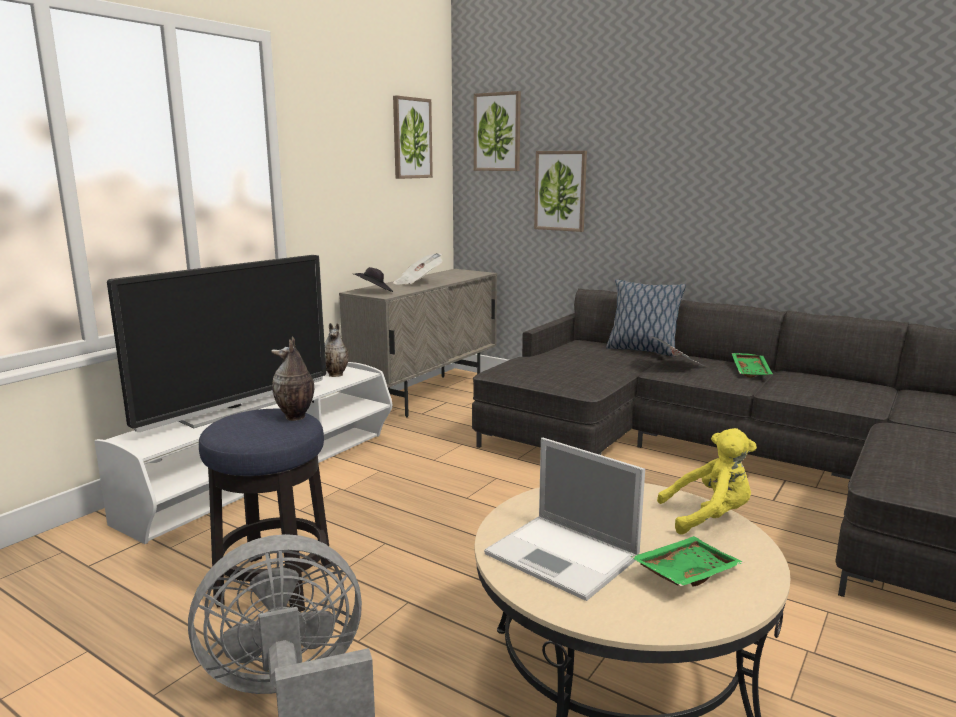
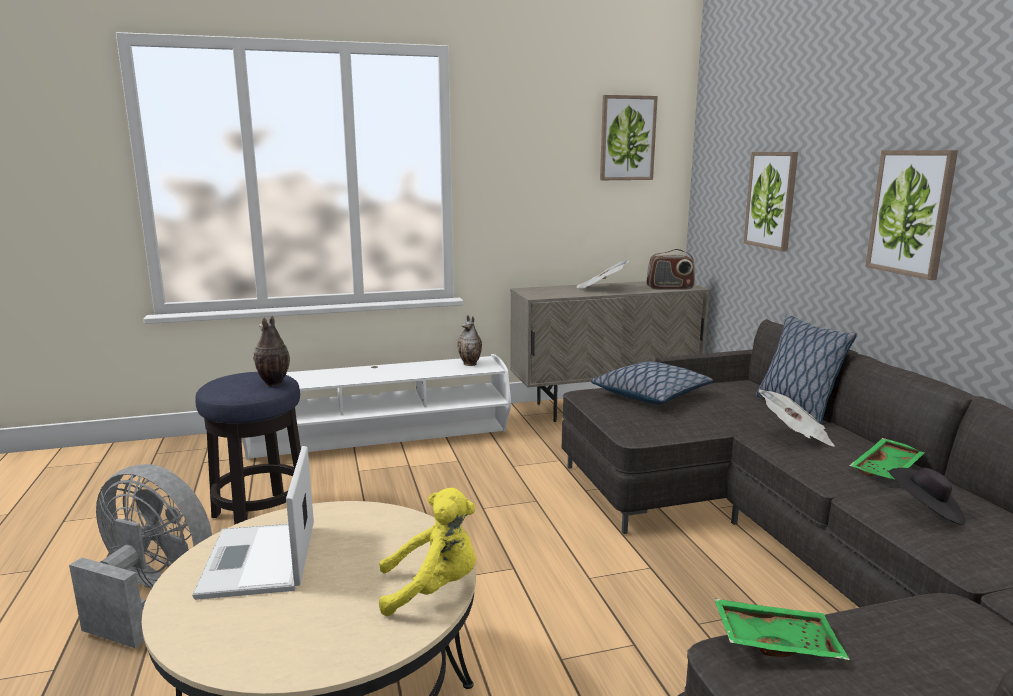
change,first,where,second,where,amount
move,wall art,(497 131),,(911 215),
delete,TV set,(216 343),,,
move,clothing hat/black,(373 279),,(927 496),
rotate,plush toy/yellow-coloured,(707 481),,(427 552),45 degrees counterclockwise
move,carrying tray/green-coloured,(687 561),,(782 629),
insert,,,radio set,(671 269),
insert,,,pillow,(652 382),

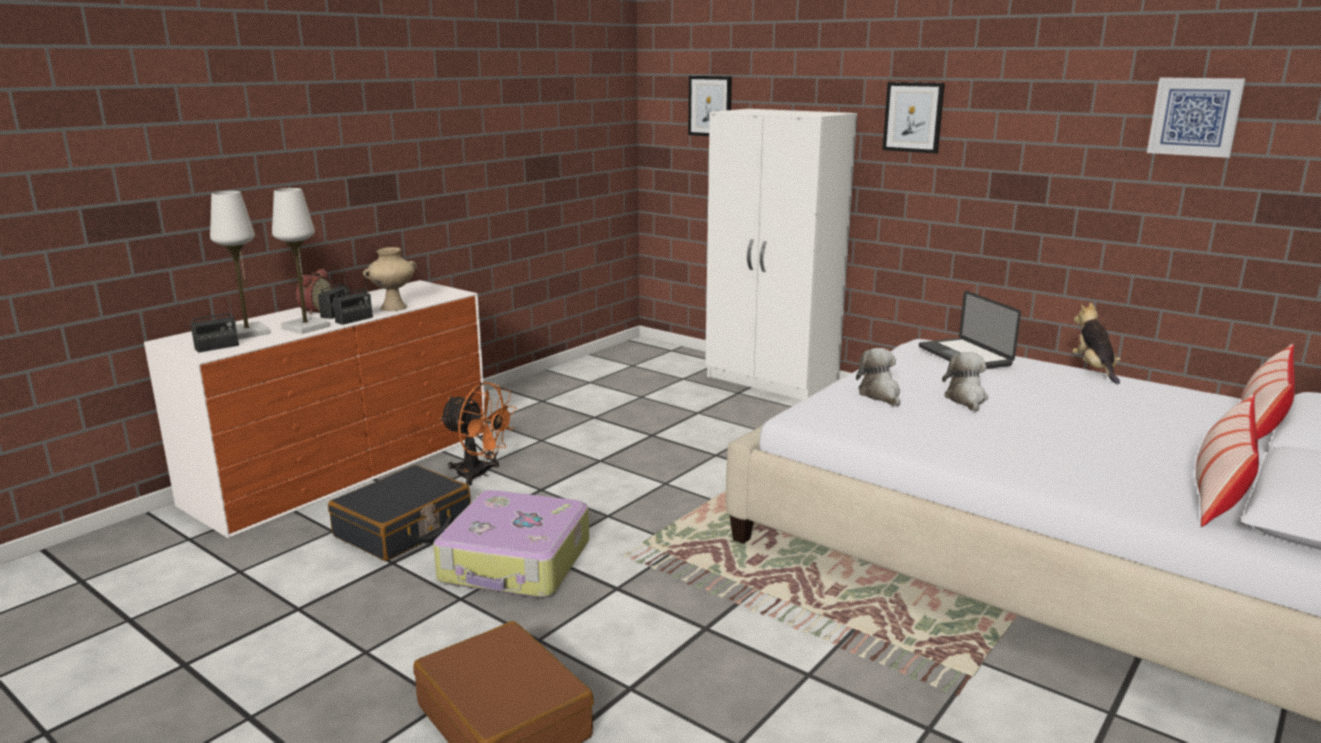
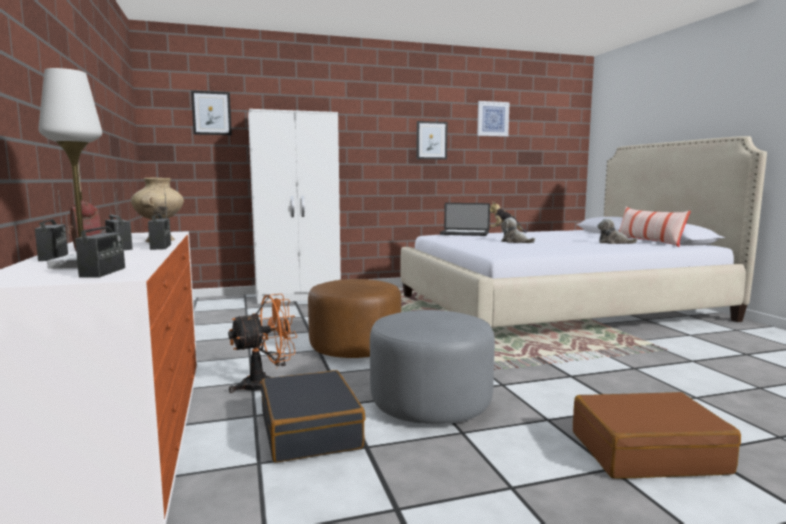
change,first,where,second,where,amount
move,wall art,(913 118),,(432 140),
delete,table lamp/whitish,(301 261),,,
delete,pillow,(1268 391),,,
move,plush toy,(878 377),,(617 231),
replace,travel case,(511 544),pouffe/grey,(432 367),
insert,,,radio set,(51 225),
insert,,,pouffe/brown,(354 318),

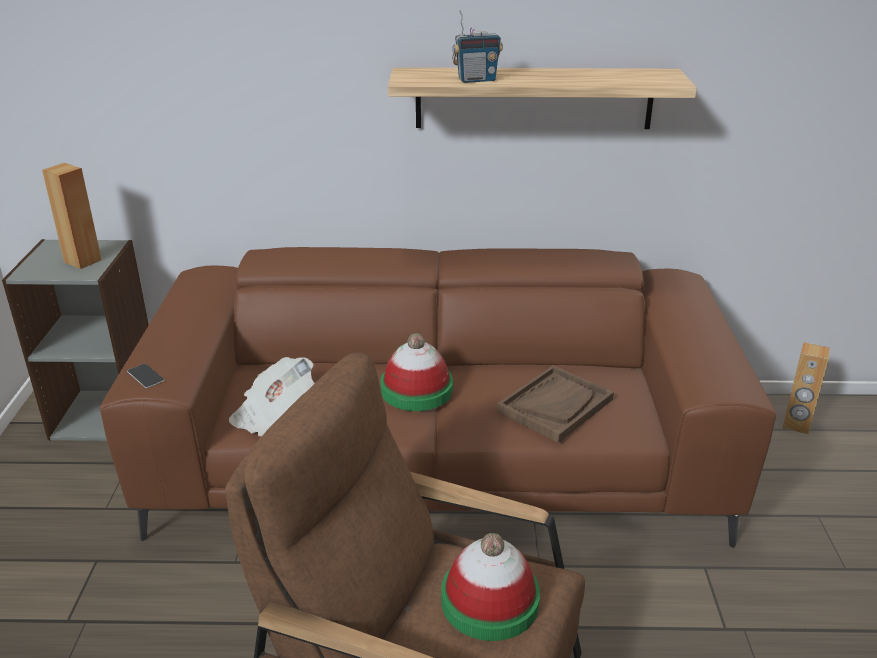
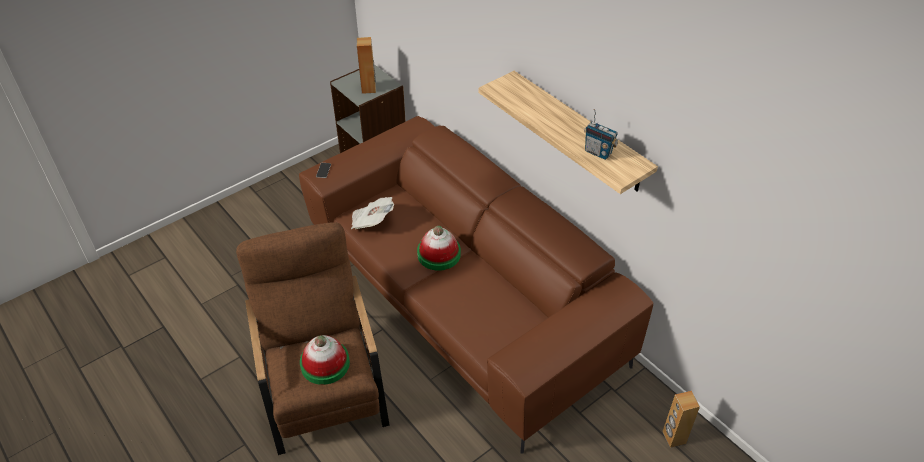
change,first,where,second,where,amount
move,radio set,(477 46),,(601 134),
delete,carrying tray/brown,(555 404),,,

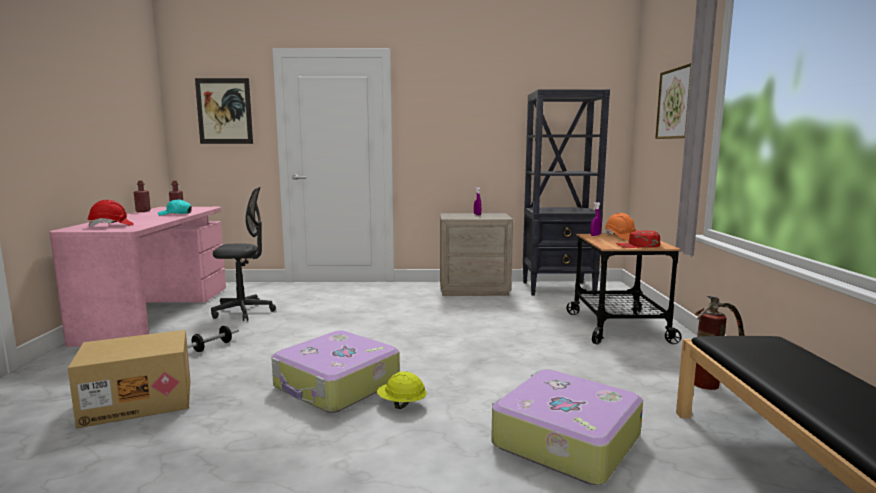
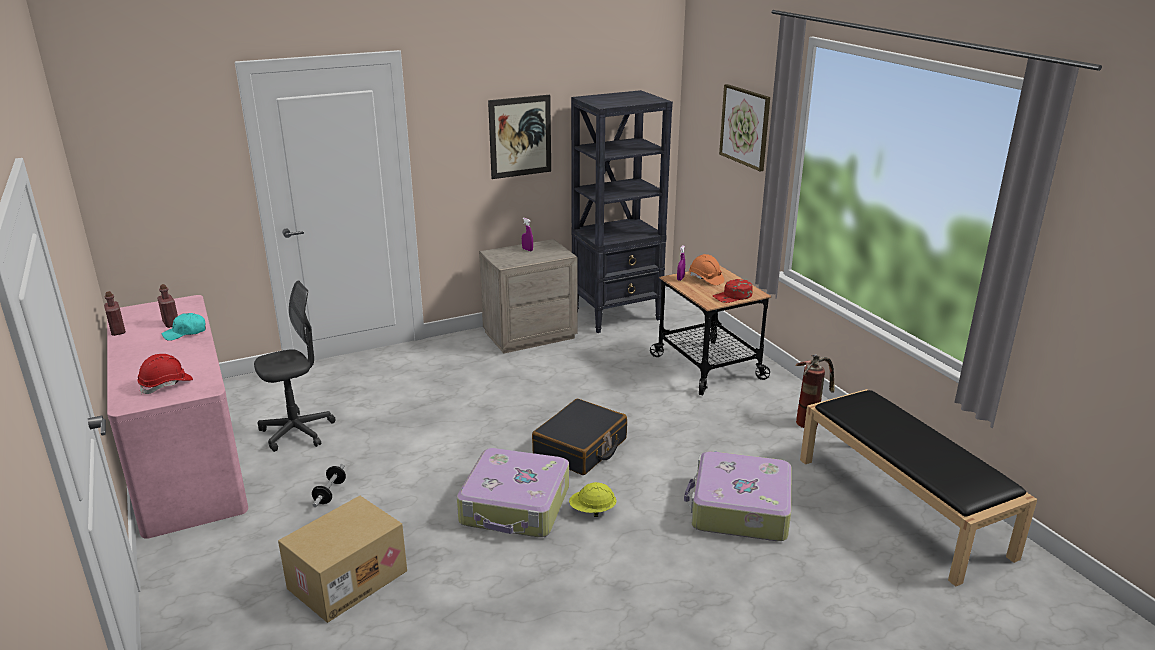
change,first,where,second,where,amount
move,wall art,(224 111),,(519 137),
insert,,,travel case/black,(579 437),

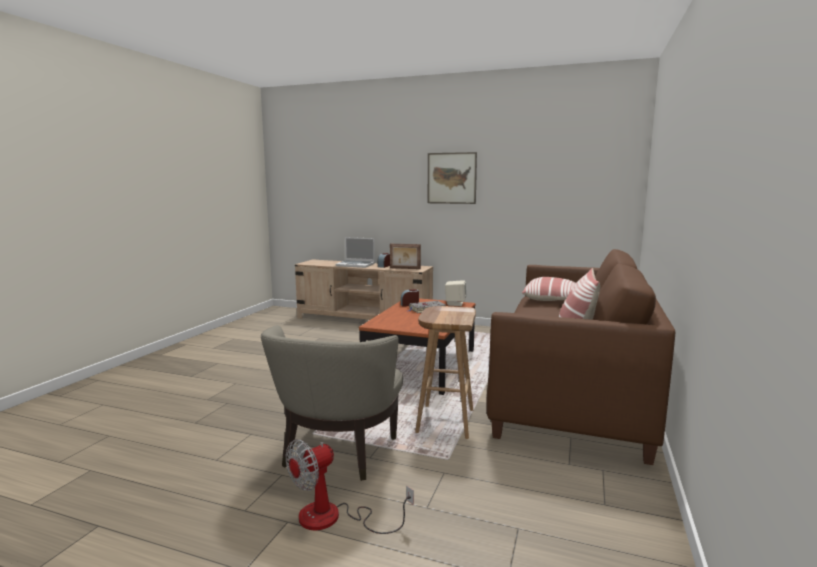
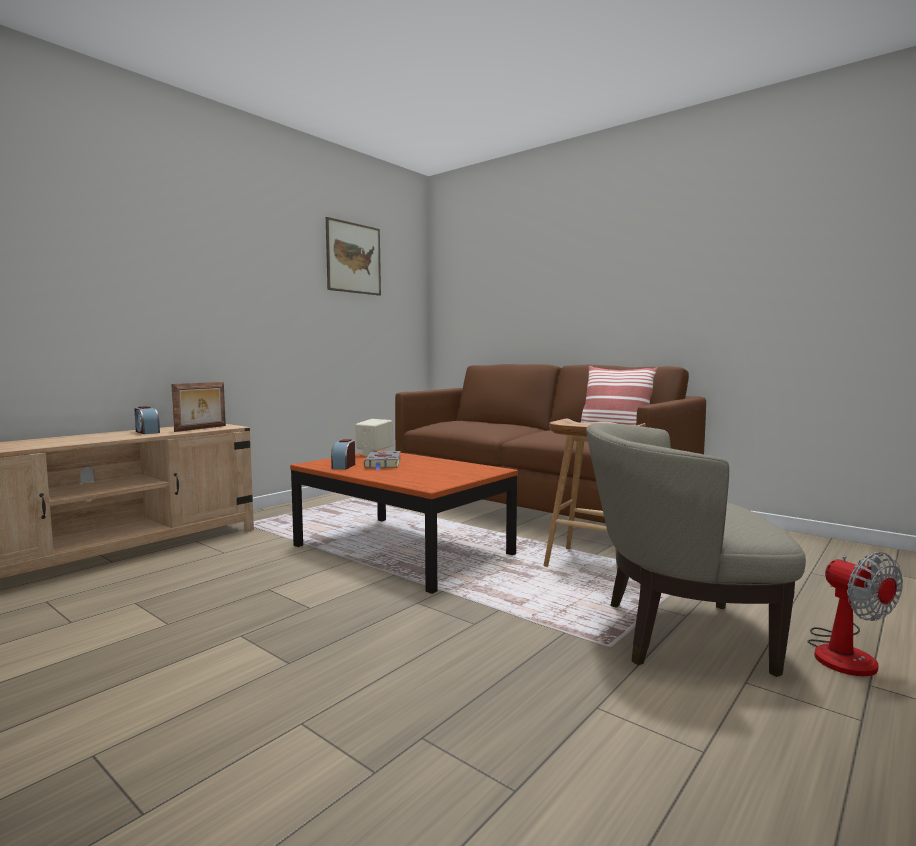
change,first,where,second,where,amount
move,wall art,(452 178),,(353 256),
delete,laptop,(355 252),,,
delete,pillow,(549 289),,,
rotate,armchair/sand-coloured,(332 403),,(696 550),150 degrees clockwise

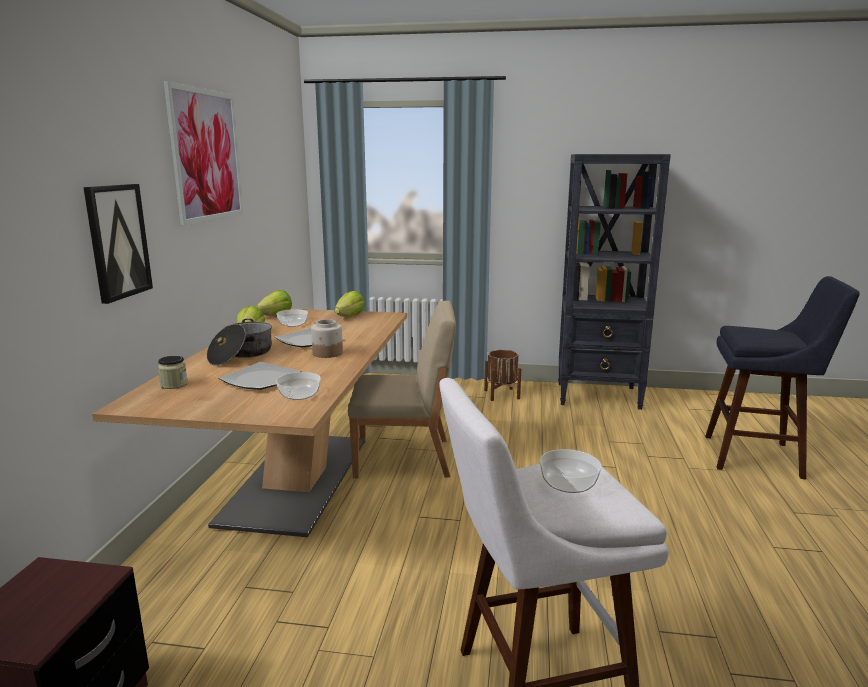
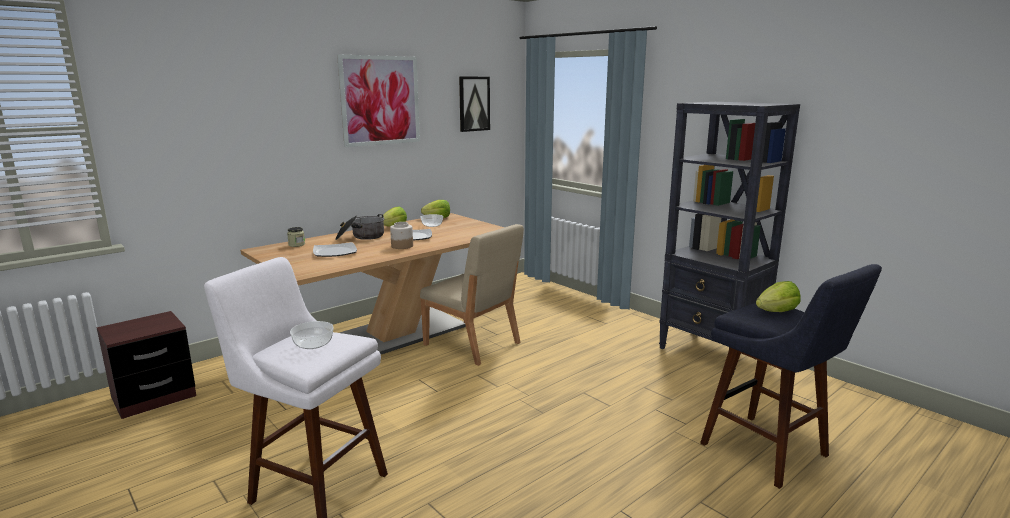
change,first,where,second,where,amount
move,wall art,(118 244),,(474 104),
move,lettuce,(350 304),,(778 296),
delete,flower pot/brown,(502 375),,,
delete,deep dish,(298 386),,,

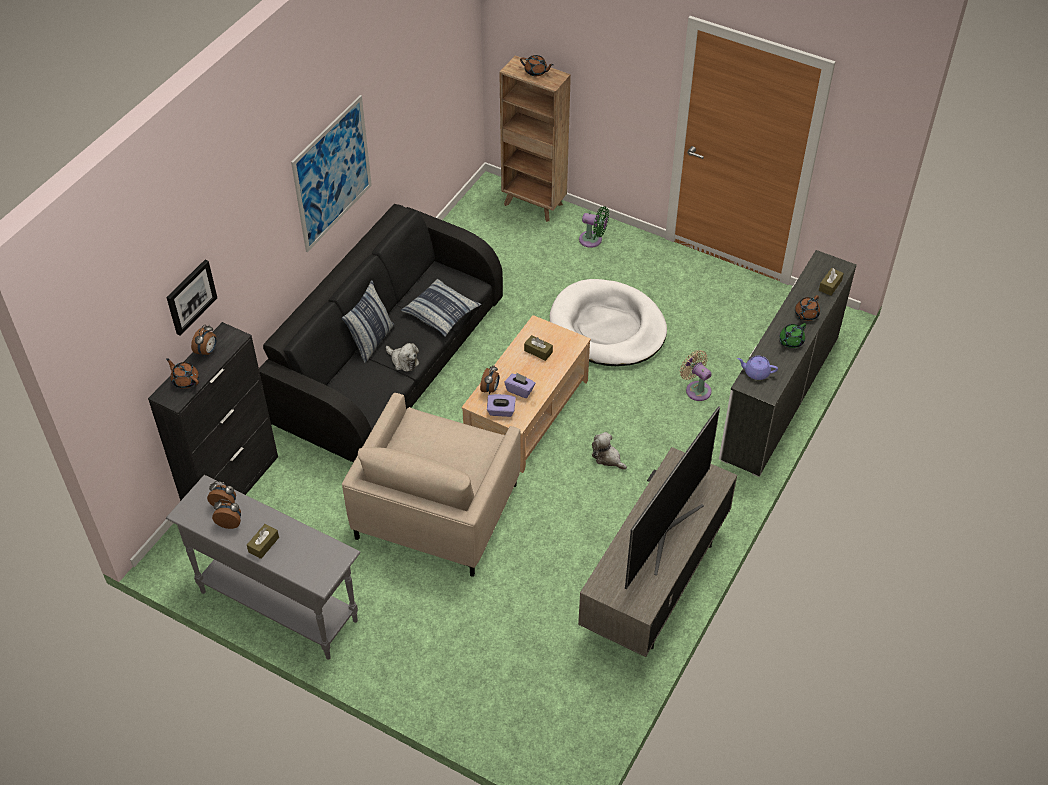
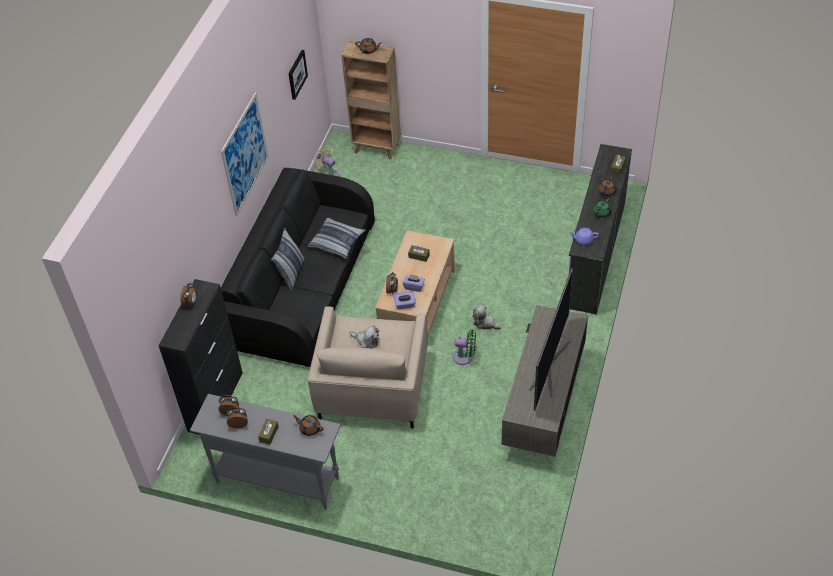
change,first,where,second,where,amount
move,cooling fan/green-coloured,(594 227),,(464 347),
move,wall art,(191 298),,(298 75),
delete,dog cushion/whitish,(608 322),,,
move,plush toy,(402 357),,(365 337),
move,cooling fan/sand-coloured,(696 375),,(326 161),
move,tea pot/brown,(182 373),,(308 425),

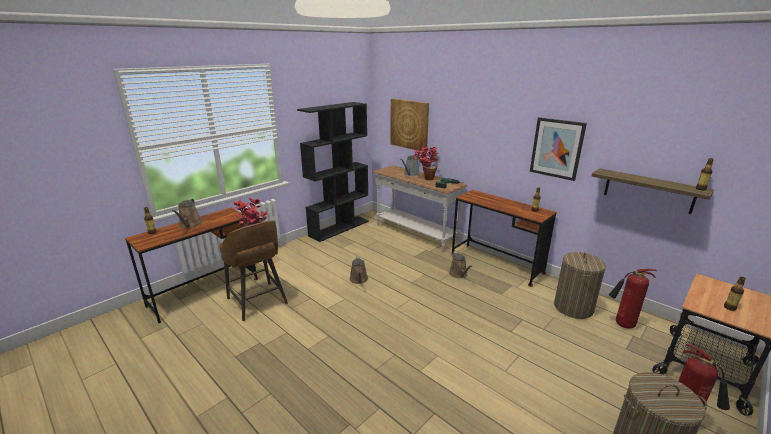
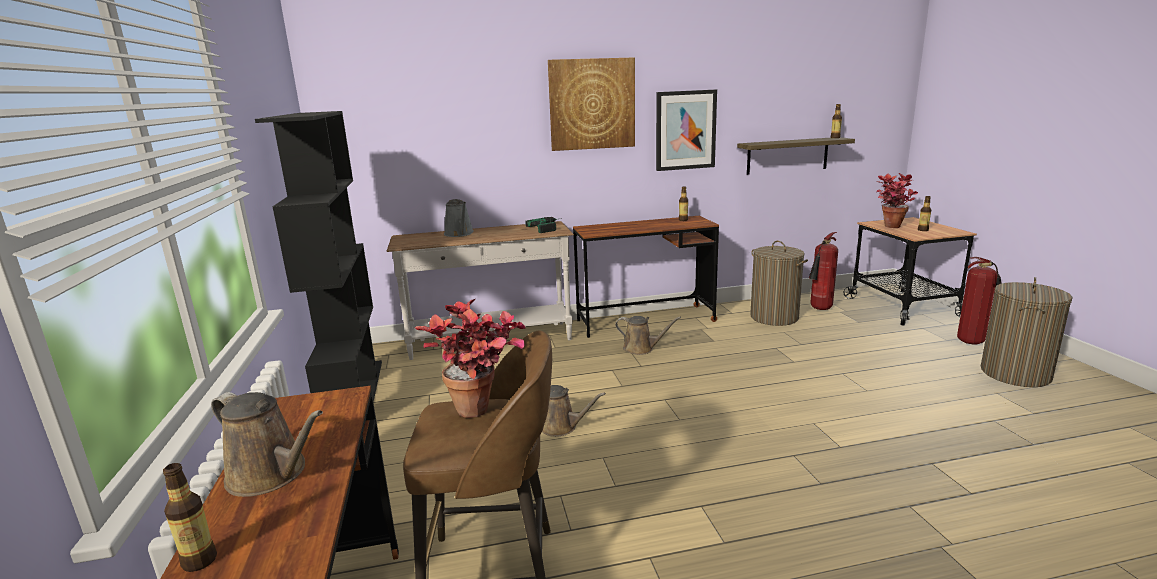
change,first,where,second,where,amount
move,wall art,(409 124),,(591 104),
move,potted plant,(426 163),,(897 200),

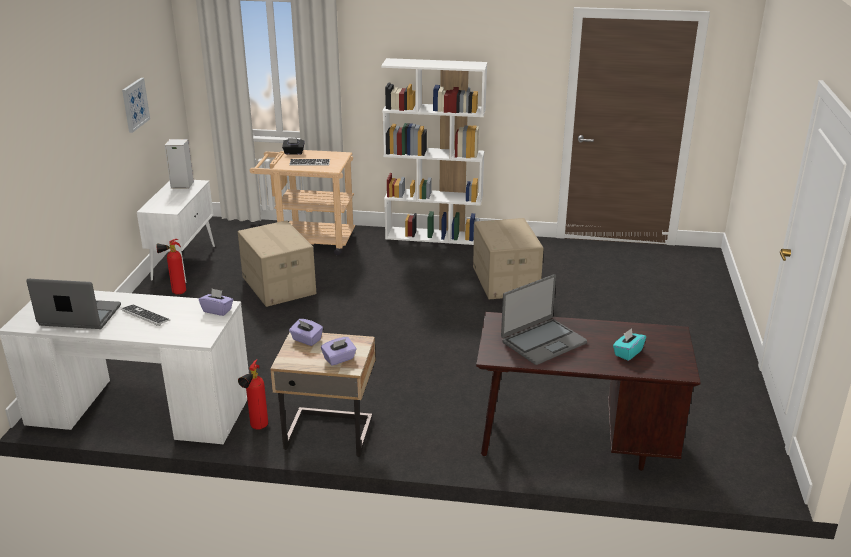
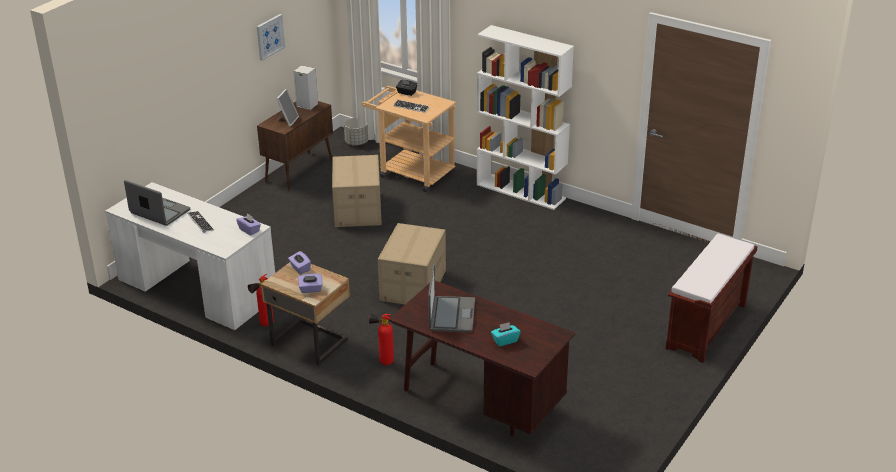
change,first,where,second,where,amount
recolor,cupboard/whitish,(176 231),cupboard/brown,(295 146),
move,cardboard box,(508 258),,(412 264),
move,fire-fighting cylinder,(171 267),,(381 339),
rotate,laptop,(544 319),,(451 297),75 degrees counterclockwise
insert,,,picture frame,(287 108),
insert,,,flower pot/grey,(356 131),
insert,,,long seat/brown,(711 298),

